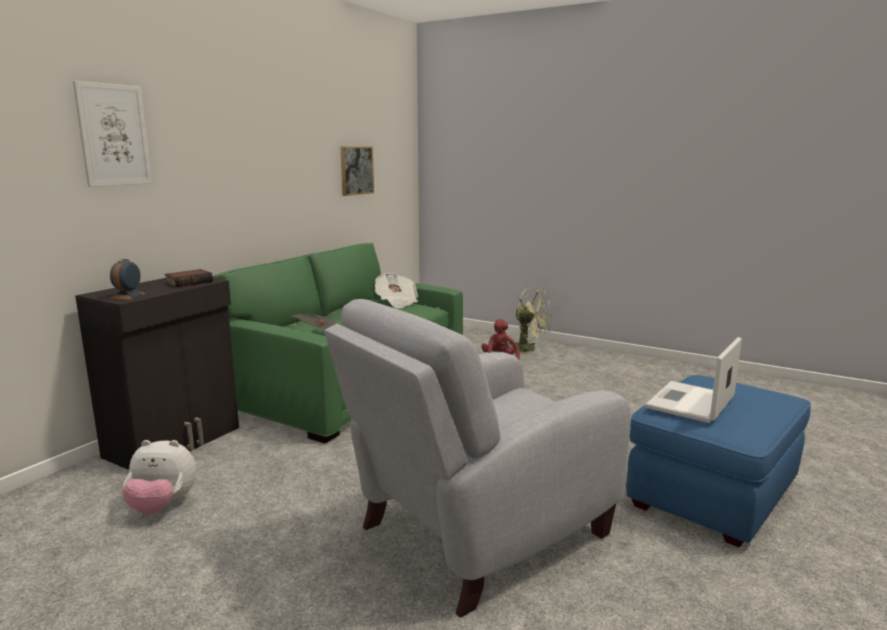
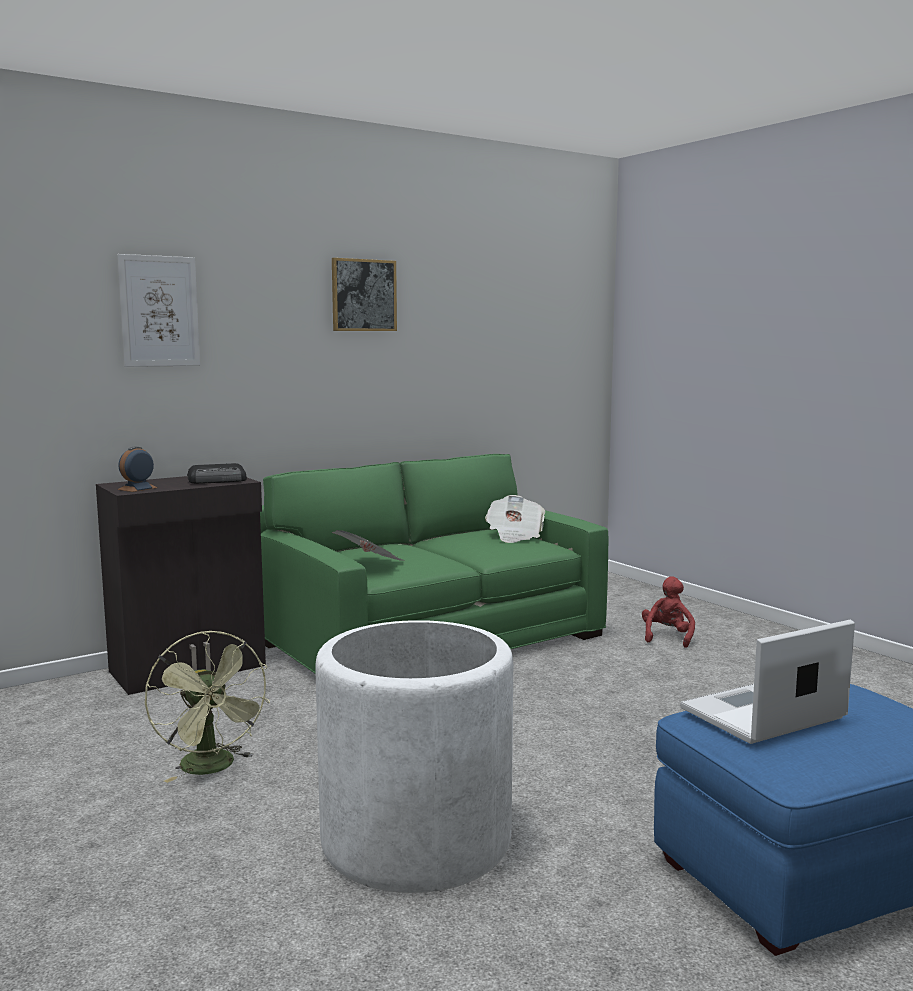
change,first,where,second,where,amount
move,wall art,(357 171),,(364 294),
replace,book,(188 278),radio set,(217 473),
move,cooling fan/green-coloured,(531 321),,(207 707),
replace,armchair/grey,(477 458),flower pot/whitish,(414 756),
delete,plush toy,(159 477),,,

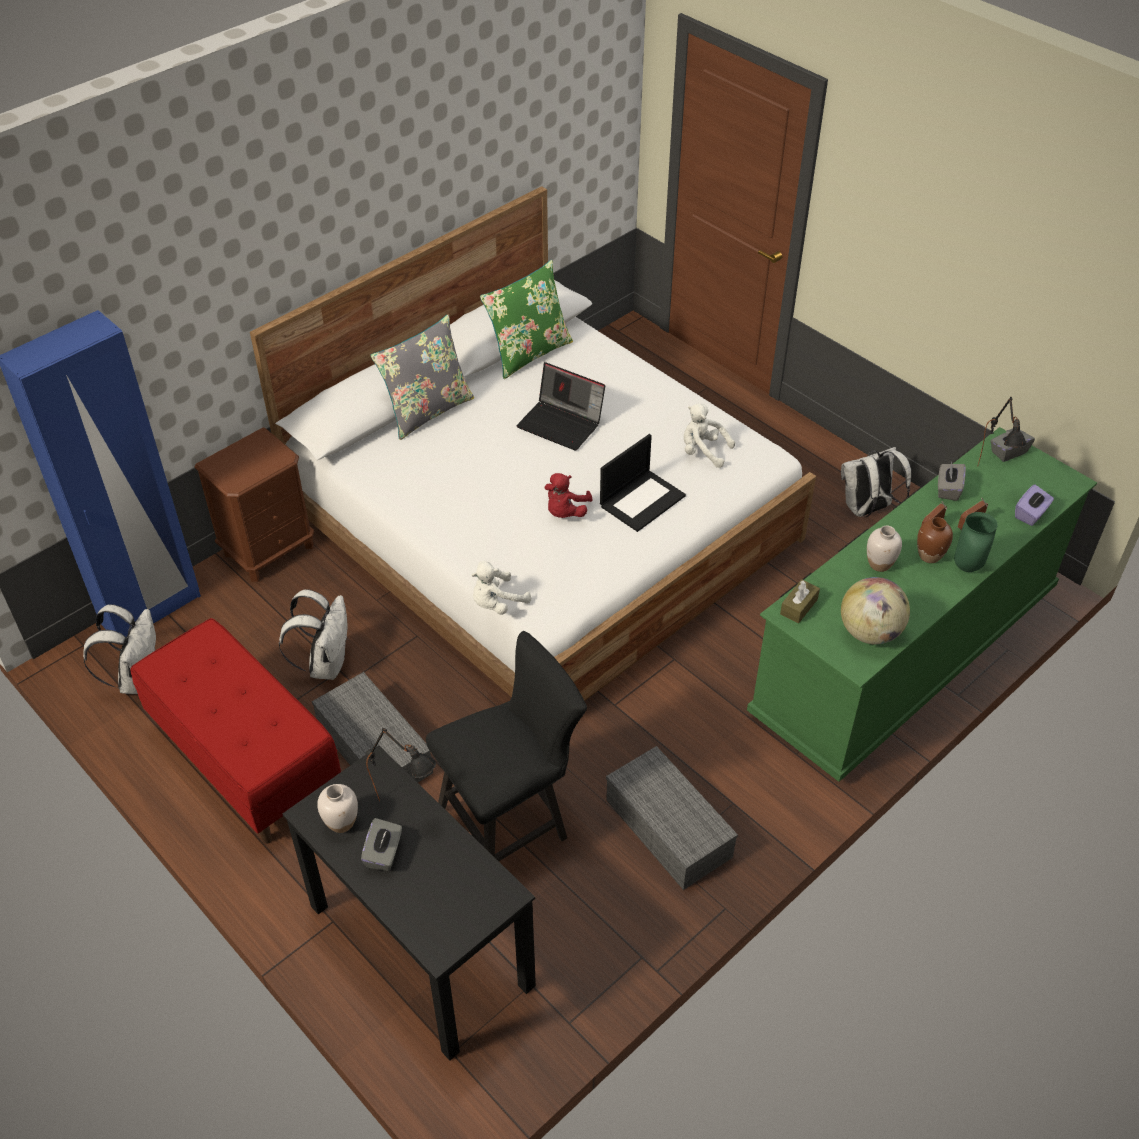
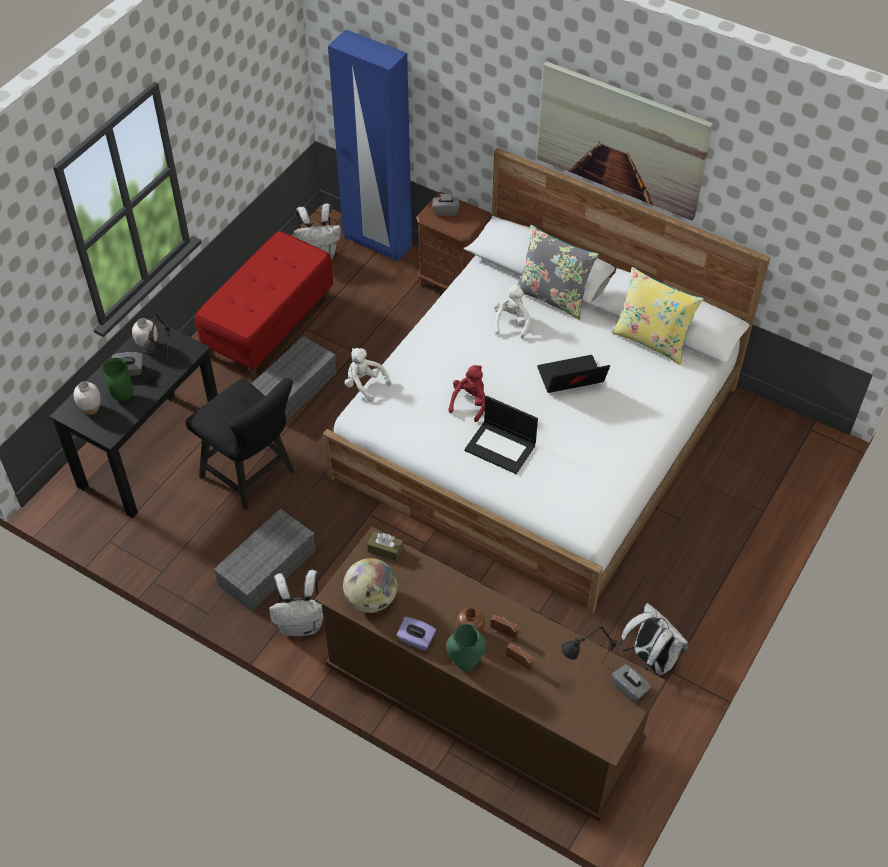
change,first,where,second,where,amount
recolor,pillow/green-coloured,(526 319),pillow/yellow-coloured,(657 316),
rotate,laptop,(561 406),,(573 374),60 degrees clockwise
move,plush toy/whitish,(709 435),,(511 312),
recolor,chest of drawers/green-coloured,(922 604),chest of drawers/brown,(489 674),
move,tissue holder/grey,(952 481),,(446 205),
rotate,plush toy/red-coloured,(569 495),,(467 393),105 degrees clockwise
move,tissue holder/purple-coloured,(1034 505),,(416 633),
move,decorative vase/whitish,(884 549),,(87 398),
move,rucksack/whitish,(313 634),,(296 603),
insert,,,wall art,(625 141),
insert,,,decorative vase/green-coloured,(118 379),

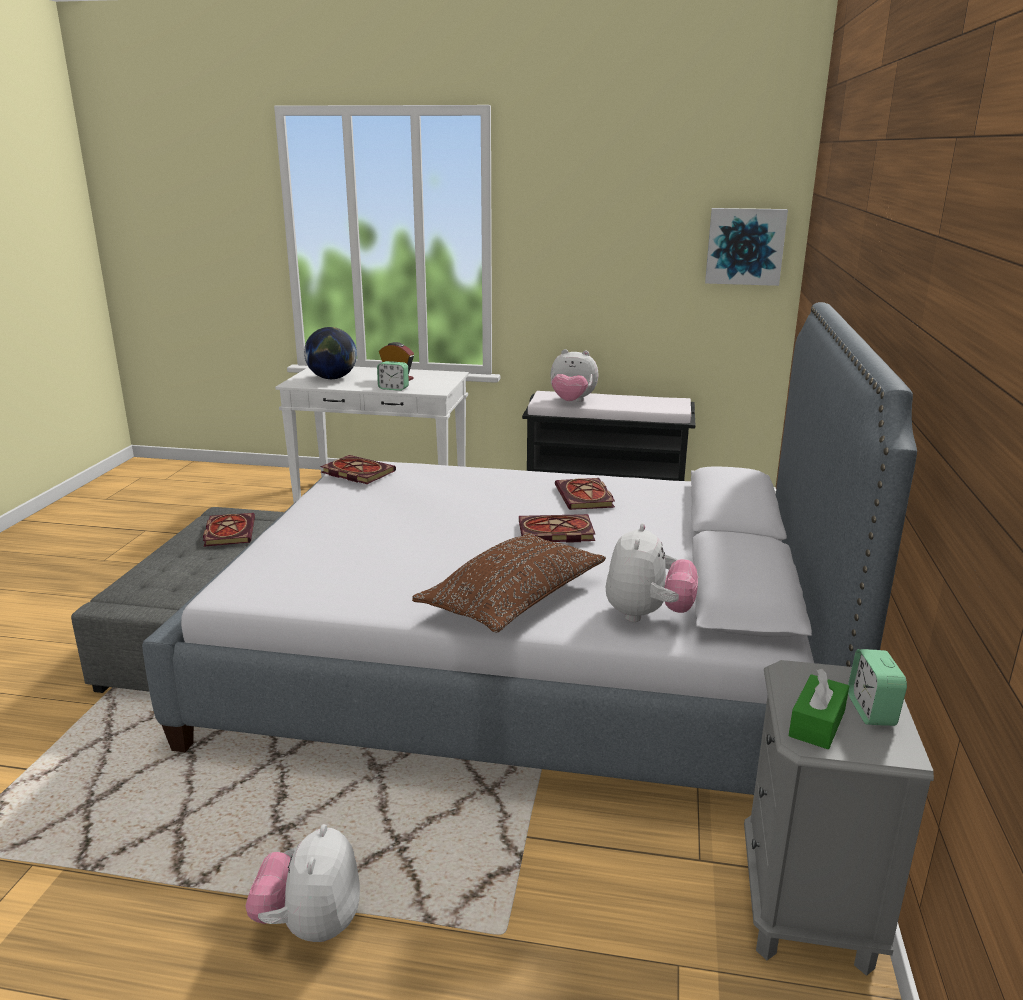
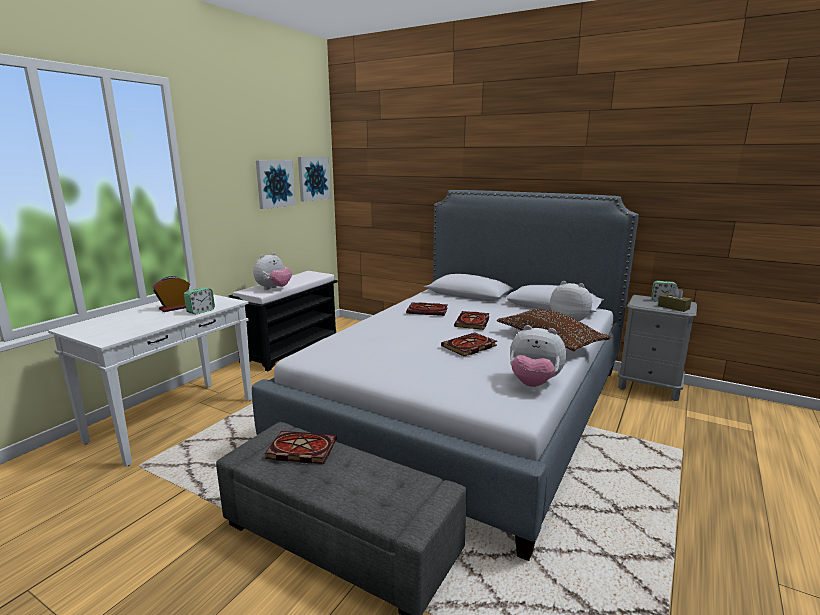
change,first,where,second,where,amount
delete,world globe,(330 353),,,
move,book,(358 469),,(469 344),
recolor,tissue holder/green-coloured,(819 709),tissue holder/brown,(675 299),
move,plush toy,(302 883),,(538 356),
insert,,,wall art,(275 184),

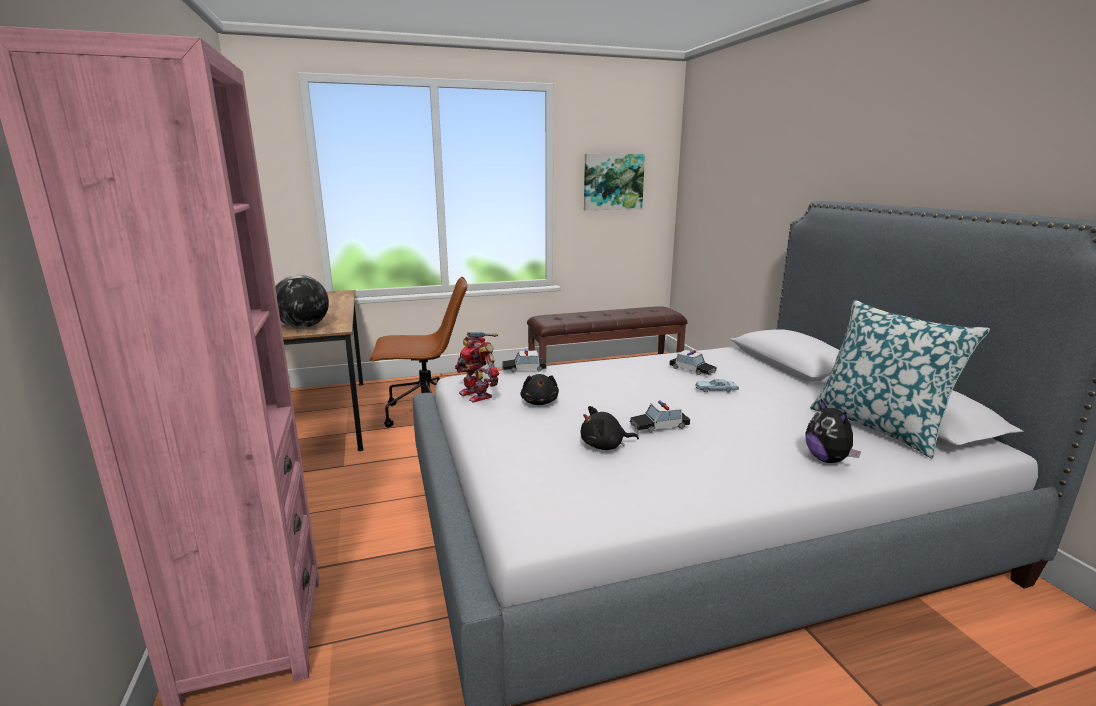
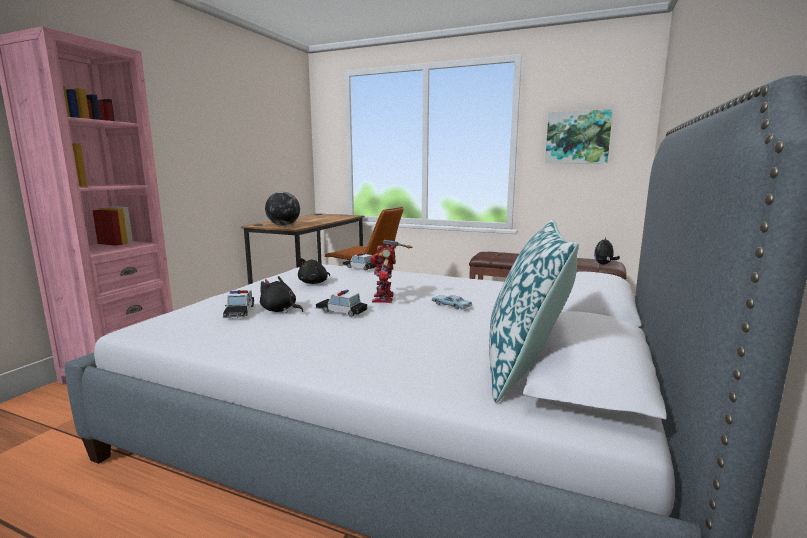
change,first,where,second,where,amount
move,toy robot,(477 367),,(391 271),
move,toy car,(693 362),,(238 304),
move,plush toy,(833 431),,(607 250),

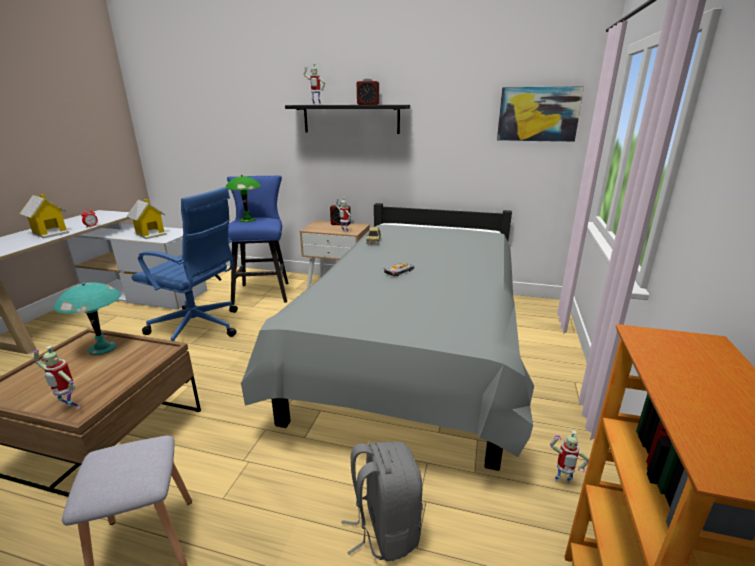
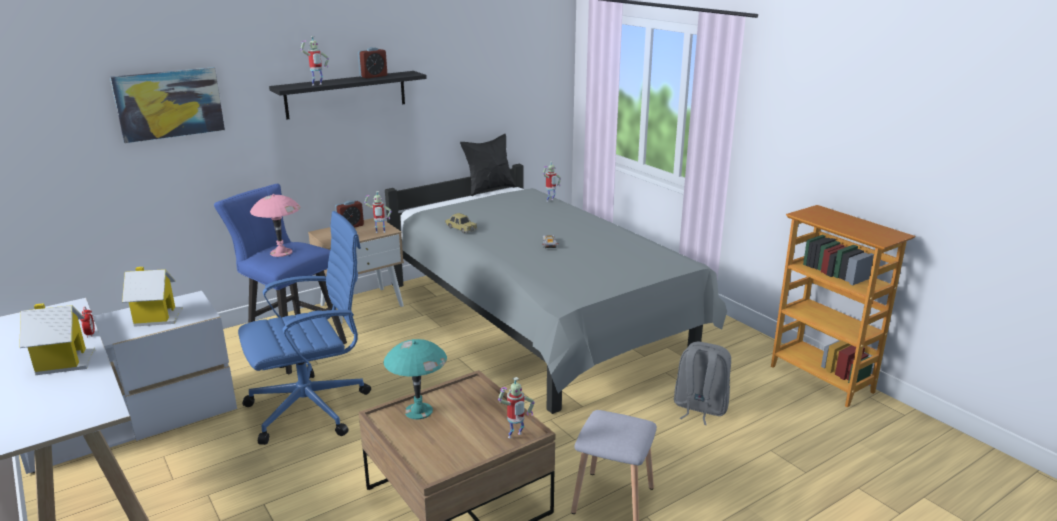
change,first,where,second,where,amount
move,wall art,(540 114),,(167 105),
recolor,table lamp/green-coloured,(243 198),table lamp/pink,(275 225),
move,toy robot,(569 456),,(552 181),
insert,,,pillow/black,(488 165),

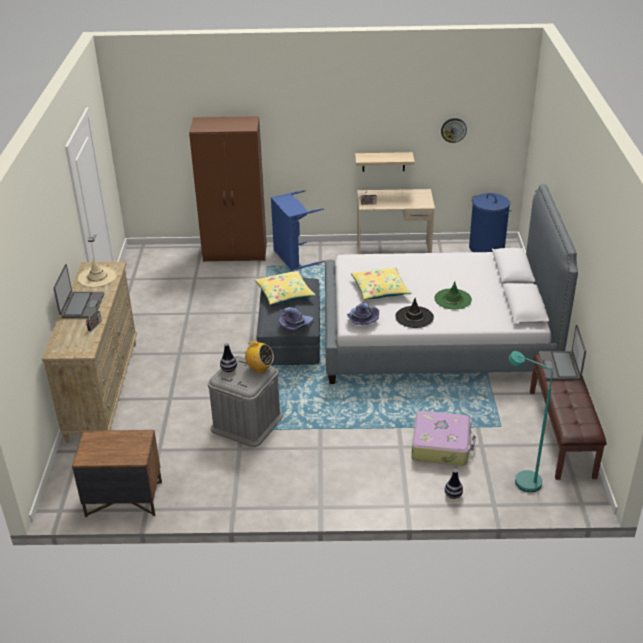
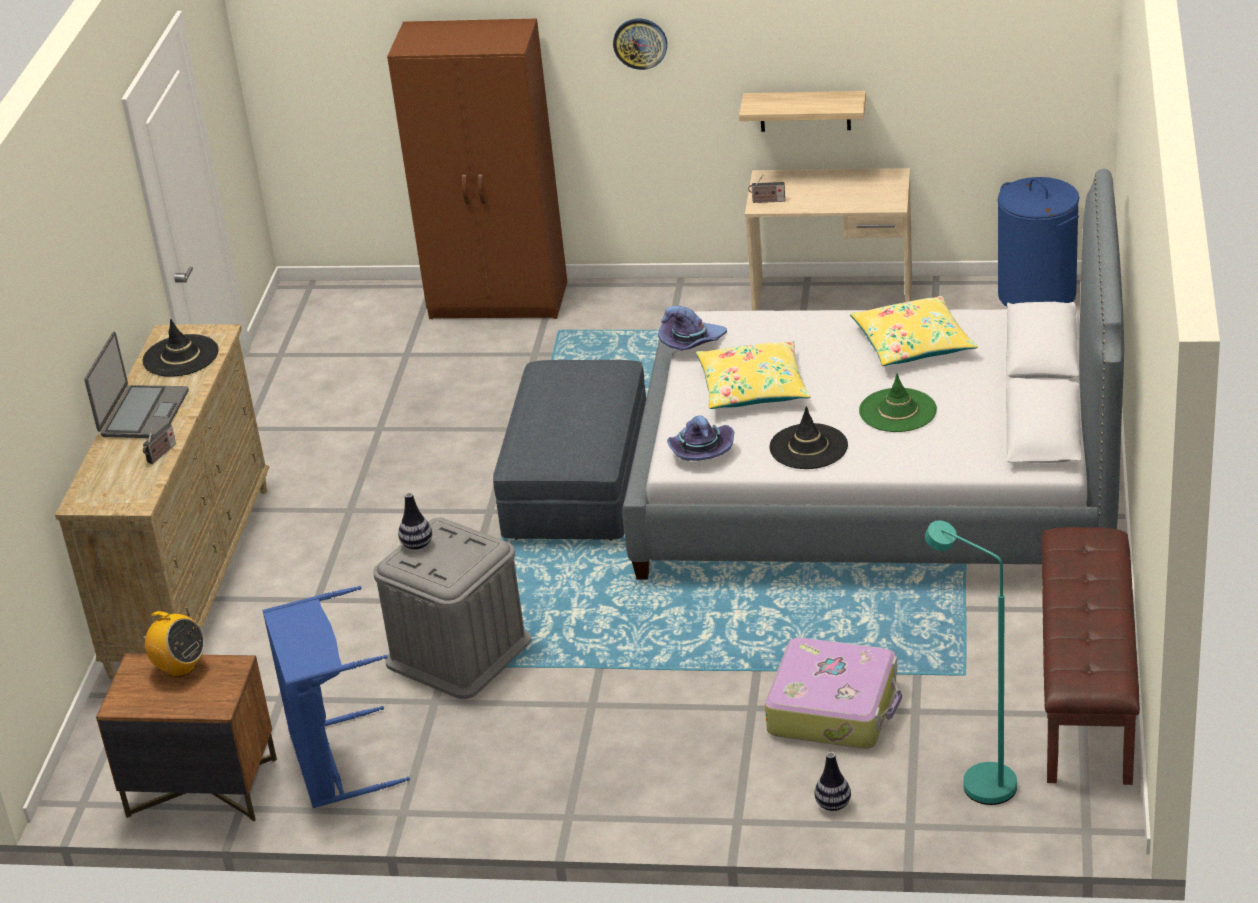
change,first,where,second,where,amount
move,wall clock,(454 130),,(640 44),
move,washing basket/bluish,(298 230),,(336 697),
recolor,clothing hat/sand-coloured,(97 272),clothing hat/black,(181 348),
move,pillow/yellow-coloured,(285 288),,(914 331),
move,clothing hat/purple-coloured,(296 318),,(692 328),
delete,laptop,(562 352),,,
move,radio set,(258 357),,(170 644),

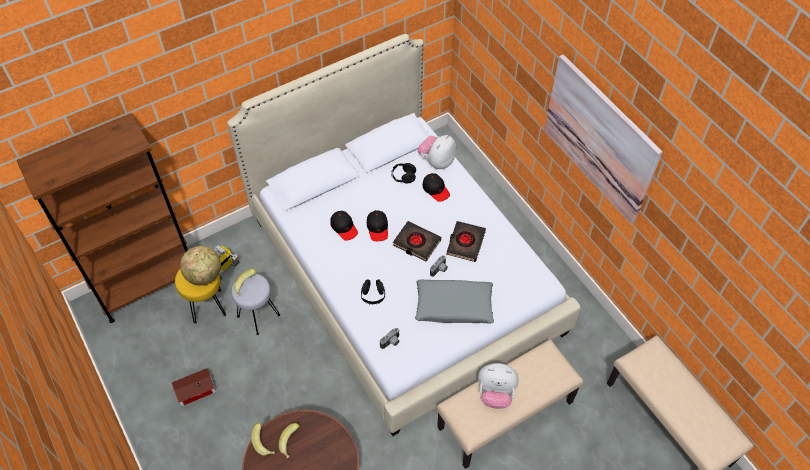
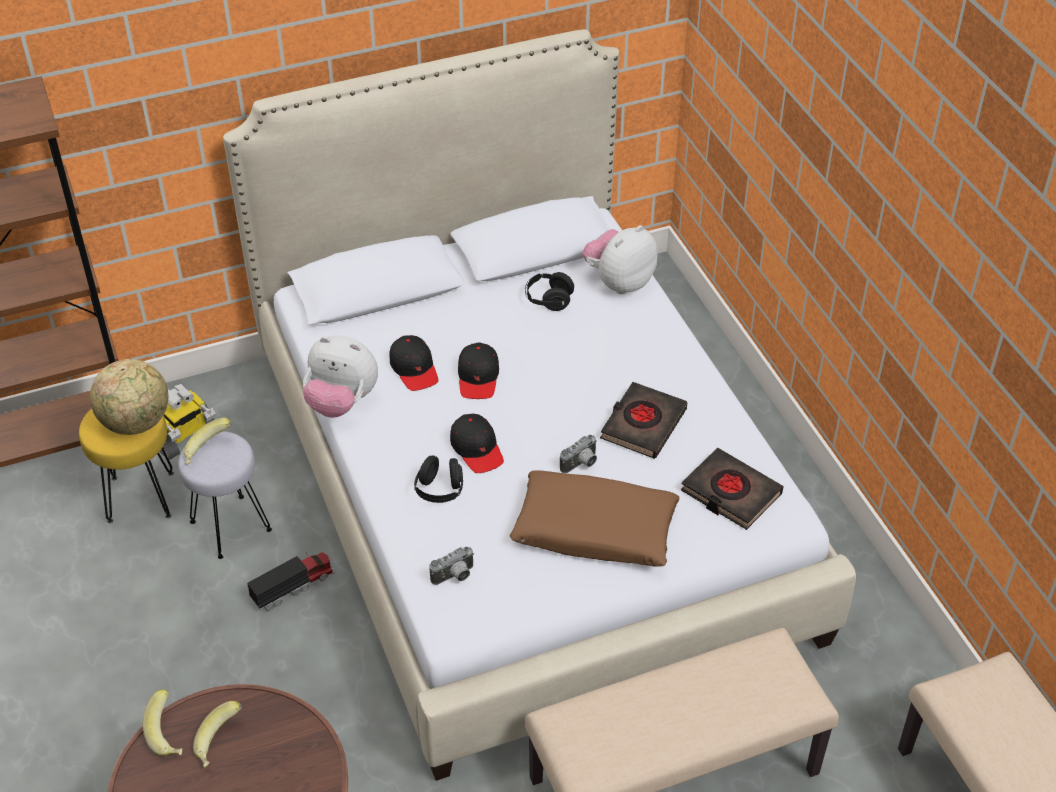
change,first,where,second,where,amount
delete,wall art,(603 139),,,
move,peaked cap/black,(436 187),,(477 443),
move,book/black,(417 241),,(732 489),
recolor,pillow/grey,(454 301),pillow/brown,(594 518),
move,plush toy,(498 386),,(340 376),
delete,model house,(194 387),,,
insert,,,toy lorry,(291 581),

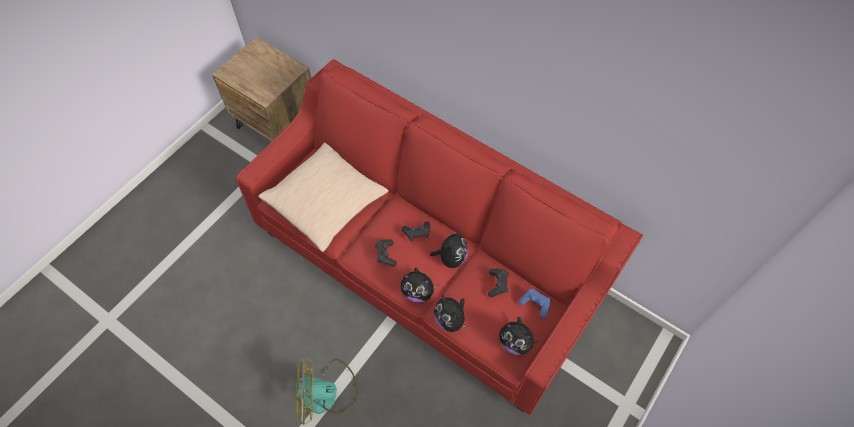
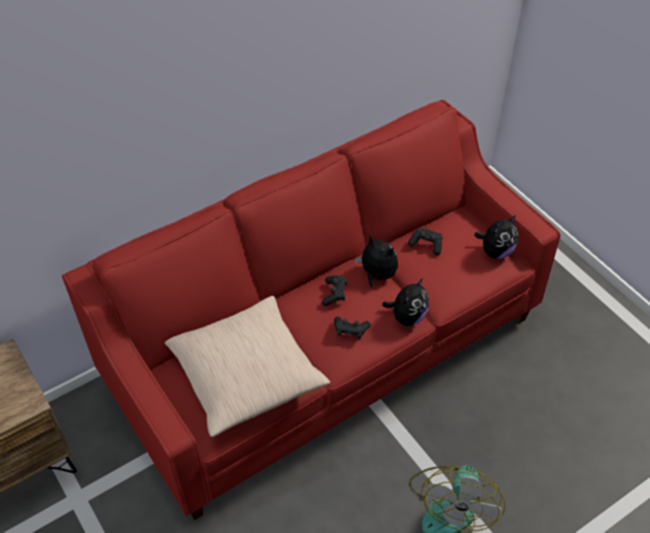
change,first,where,second,where,amount
delete,gamepad/bluish,(534 303),,,
delete,plush toy,(451 313),,,

